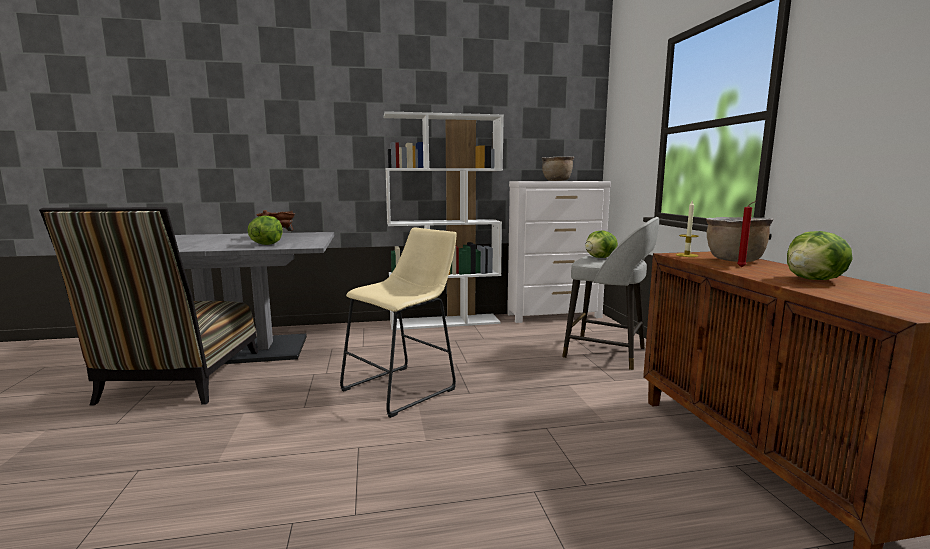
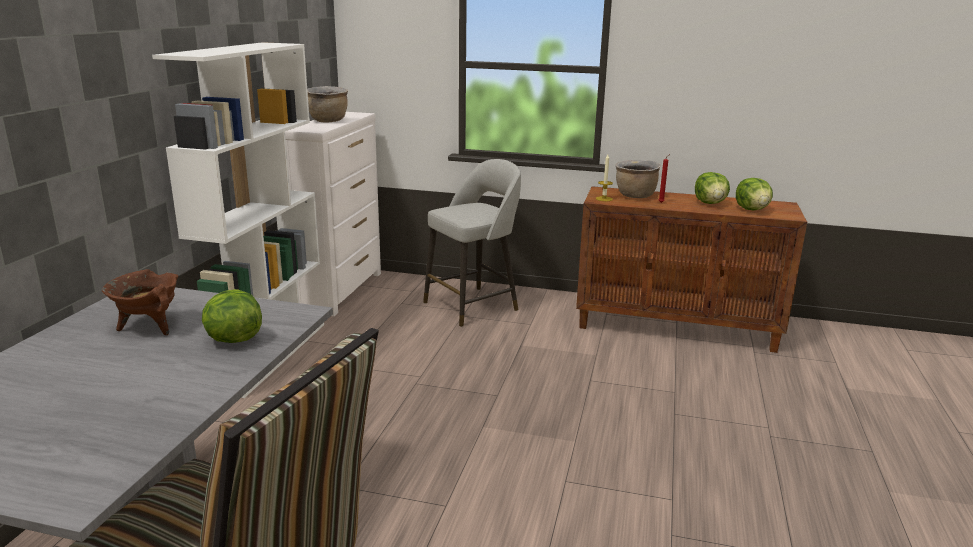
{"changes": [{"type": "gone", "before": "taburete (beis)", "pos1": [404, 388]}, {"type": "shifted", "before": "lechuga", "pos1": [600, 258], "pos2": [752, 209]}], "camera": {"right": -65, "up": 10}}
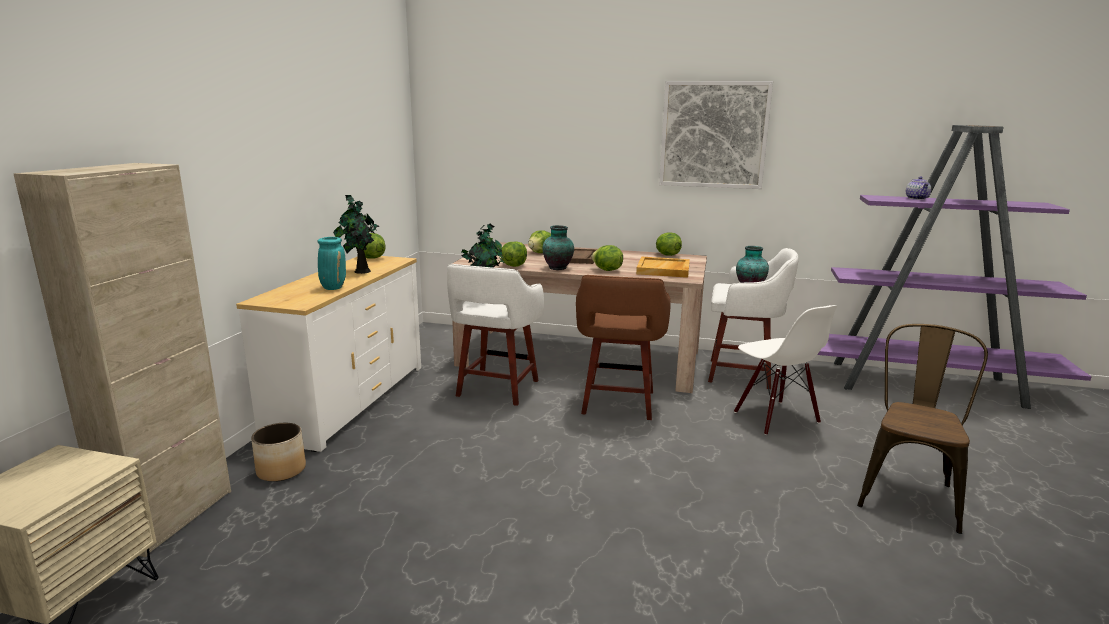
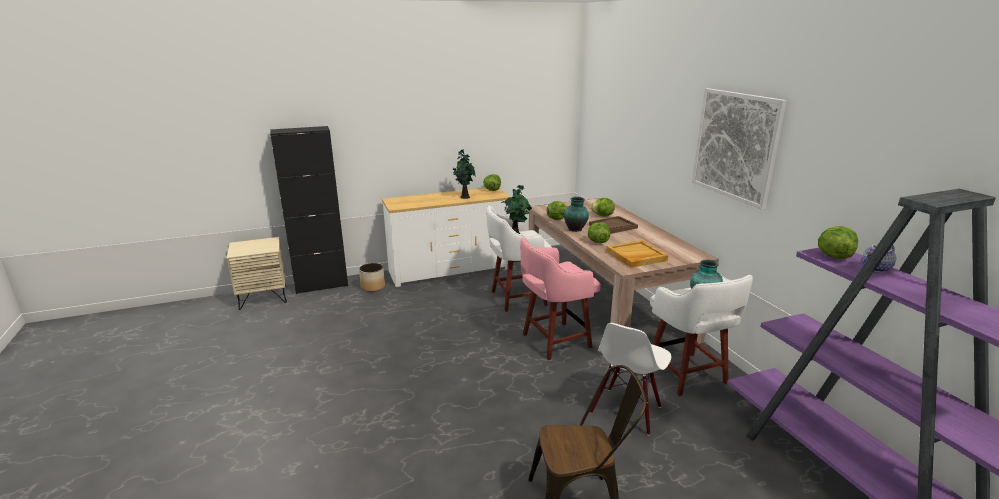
{"changes": [{"type": "repainted", "before": "armario (beis)", "after": "armario (negro)", "pos1": [171, 518], "pos2": [321, 285]}, {"type": "gone", "before": "florero (turquesa)", "pos1": [333, 287]}, {"type": "repainted", "before": "taburete (marrón)", "after": "taburete (rosa)", "pos1": [618, 404], "pos2": [554, 341]}, {"type": "shifted", "before": "lechuga", "pos1": [667, 255], "pos2": [833, 256]}], "camera": {"right": 55, "up": 5}}
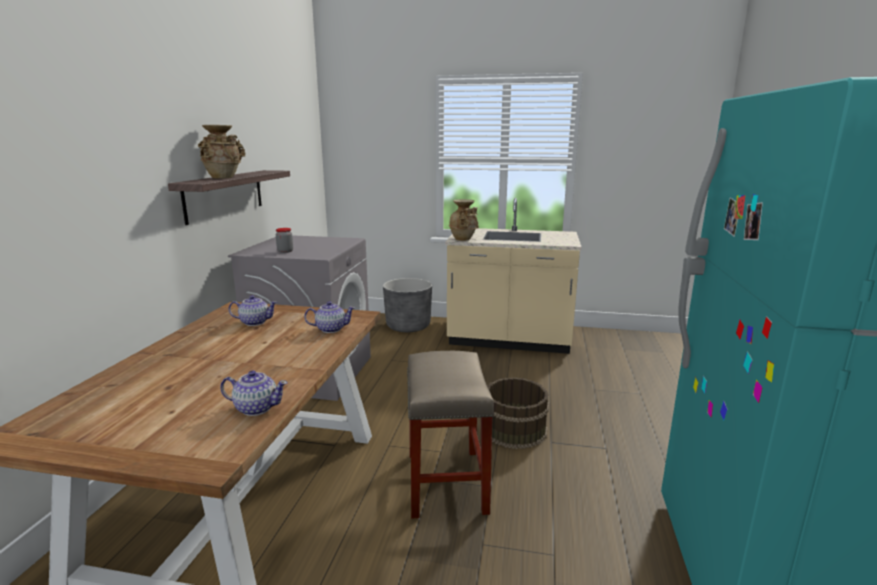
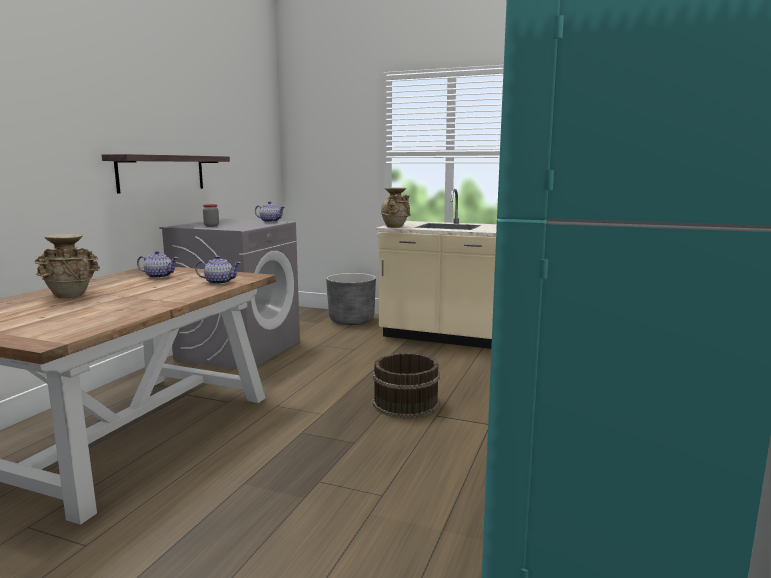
{"changes": [{"type": "shifted", "before": "florero (beis)", "pos1": [224, 177], "pos2": [71, 296]}, {"type": "shifted", "before": "tetera", "pos1": [256, 408], "pos2": [270, 221]}, {"type": "gone", "before": "taburete (beis)", "pos1": [447, 483]}], "camera": {"right": 10, "up": -5}}
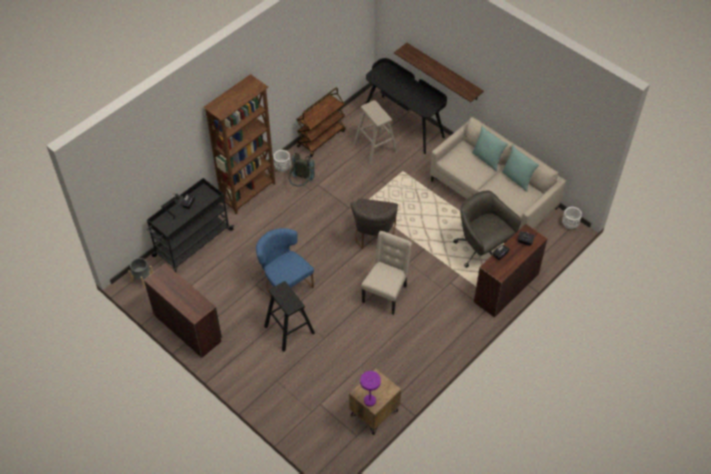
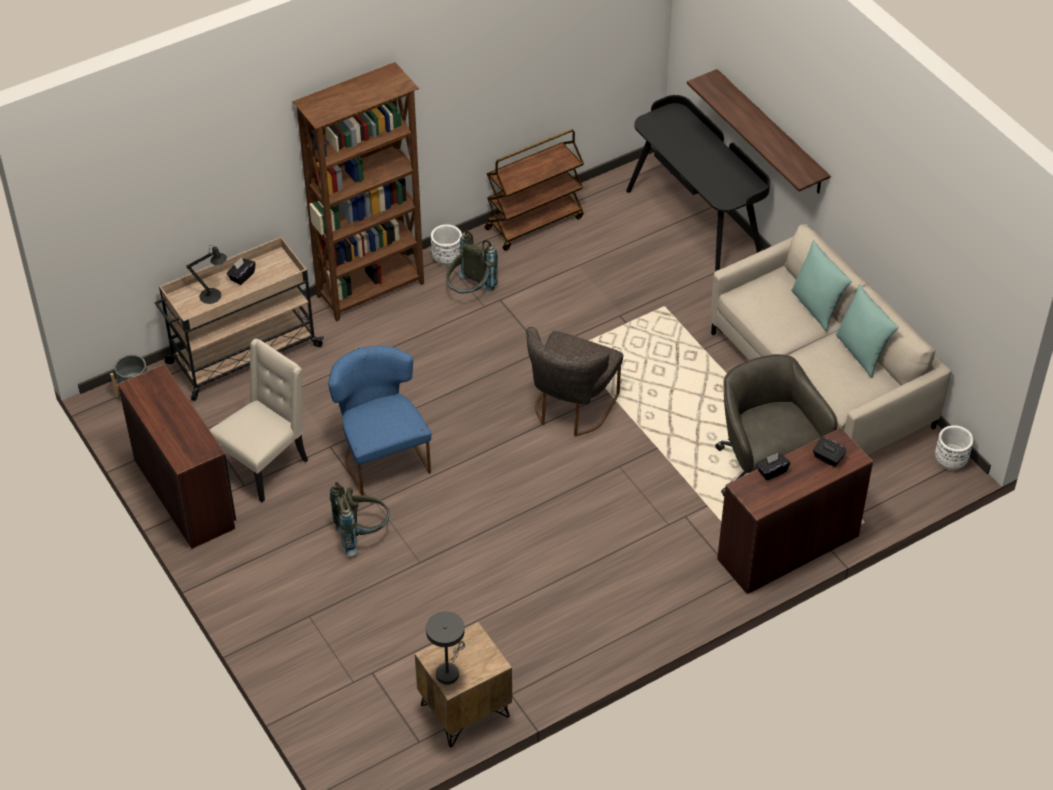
{"changes": [{"type": "repainted", "before": "carrito (negro)", "after": "carrito (beis)", "pos1": [192, 243], "pos2": [242, 355]}, {"type": "swapped", "before": "taburete (negro)", "after": "mochila (gris)", "pos1": [289, 329], "pos2": [362, 534]}, {"type": "gone", "before": "taburete (beis)", "pos1": [375, 147]}, {"type": "repainted", "before": "lámpara de mesa (morado)", "after": "lámpara de mesa (gris)", "pos1": [369, 398], "pos2": [448, 671]}, {"type": "shifted", "before": "silla (beis)", "pos1": [385, 294], "pos2": [265, 465]}], "camera": {"right": 15, "up": -5}}
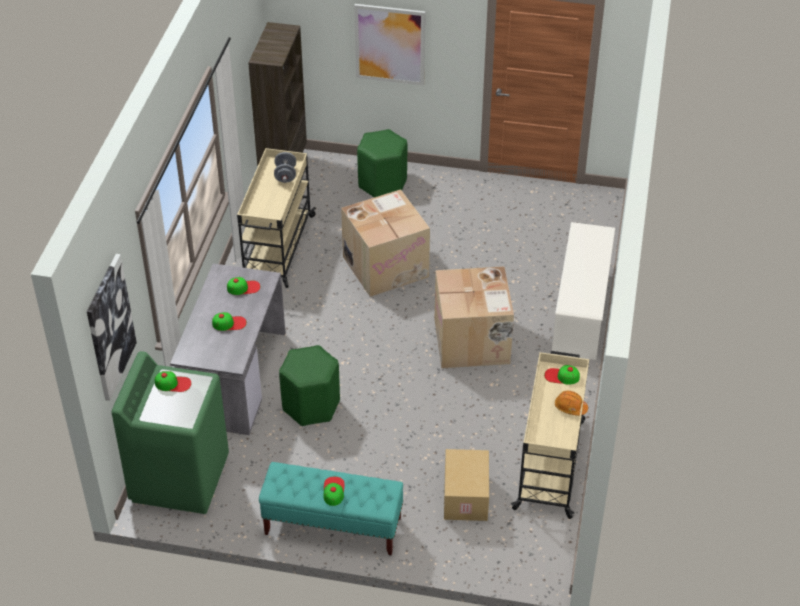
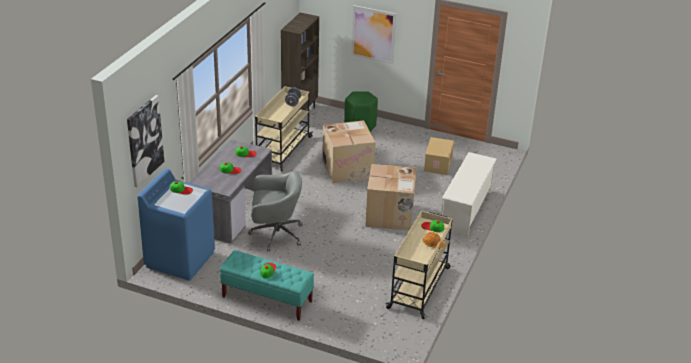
{"changes": [{"type": "repainted", "before": "lavadora (verde)", "after": "lavadora (azul)", "pos1": [180, 477], "pos2": [180, 259]}, {"type": "swapped", "before": "taburete (verde)", "after": "silla de oficina (gris)", "pos1": [311, 406], "pos2": [275, 234]}, {"type": "shifted", "before": "caja de cartón", "pos1": [464, 496], "pos2": [437, 164]}], "camera": {"right": 10, "up": -10}}
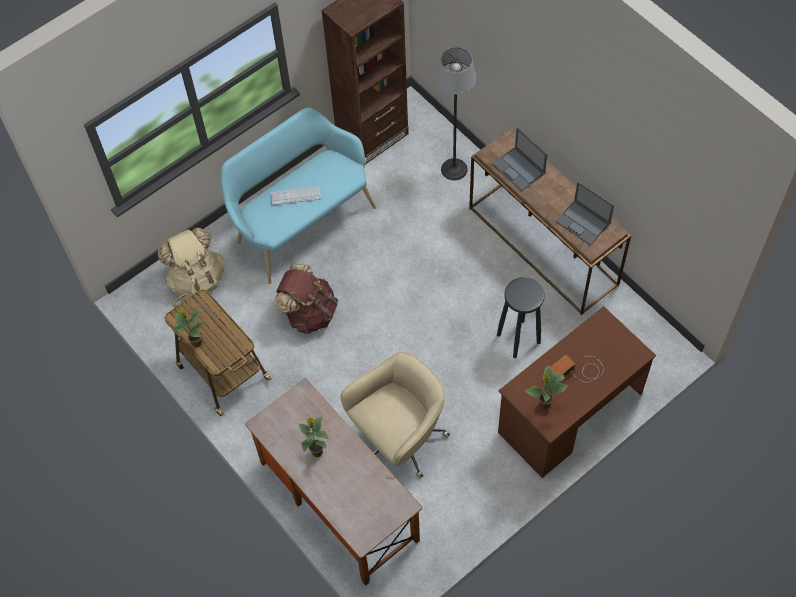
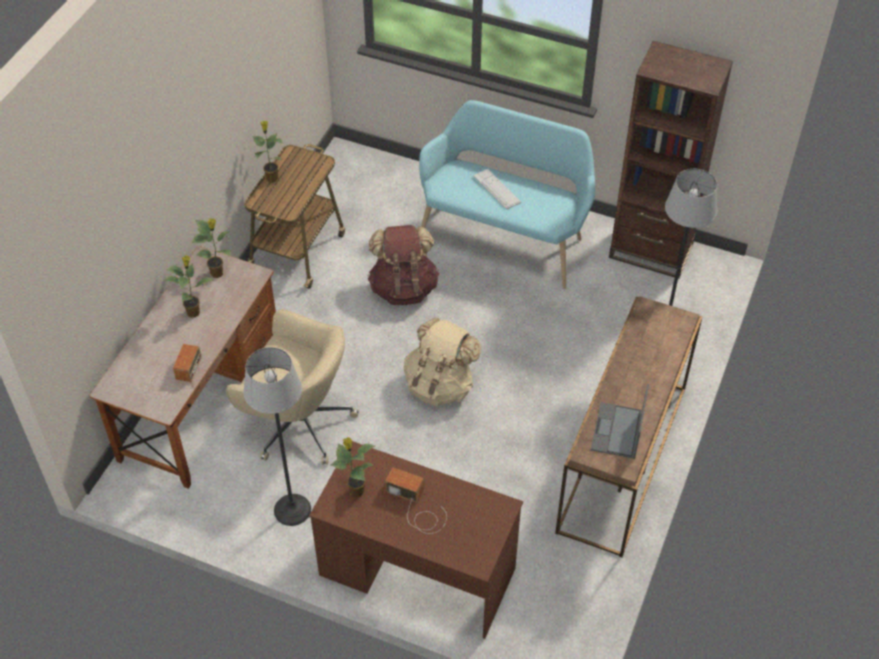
{"changes": [{"type": "shifted", "before": "mochila (beis)", "pos1": [197, 278], "pos2": [440, 385]}, {"type": "gone", "before": "portátil", "pos1": [519, 169]}, {"type": "gone", "before": "taburete (negro)", "pos1": [519, 338]}, {"type": "new", "after": "radio", "pos2": [171, 380]}, {"type": "new", "after": "planta en maceta", "pos2": [218, 273]}, {"type": "new", "after": "lámpara de pie", "pos2": [292, 509]}], "camera": {"right": 60, "up": -10}}
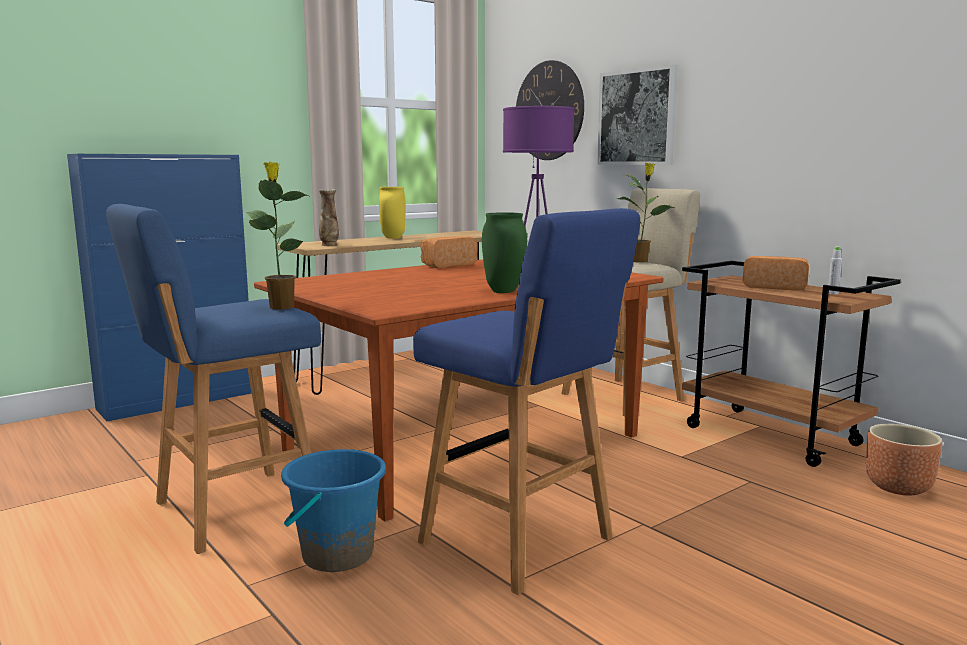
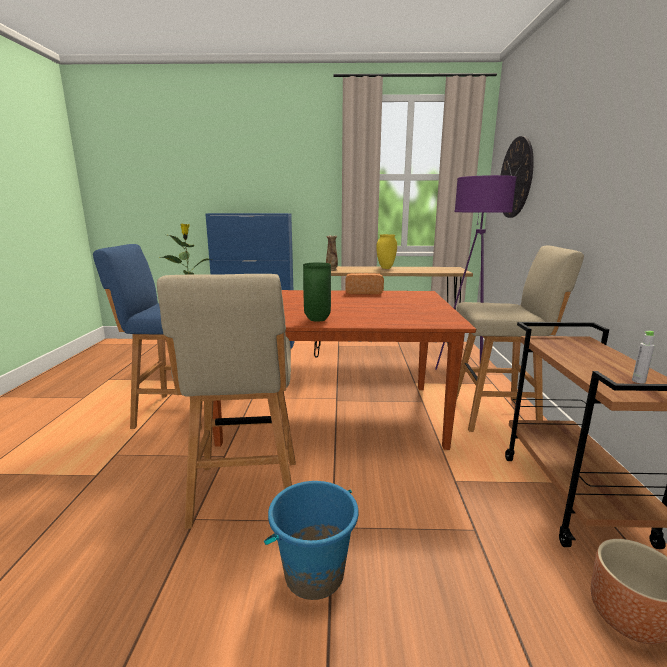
{"changes": [{"type": "shifted", "before": "cubo (azul)", "pos1": [337, 555], "pos2": [314, 574]}, {"type": "repainted", "before": "taburete (azul)", "after": "taburete (beis)", "pos1": [521, 543], "pos2": [245, 495]}, {"type": "gone", "before": "cuadro", "pos1": [637, 117]}, {"type": "gone", "before": "planta en maceta", "pos1": [640, 261]}, {"type": "gone", "before": "pan", "pos1": [775, 287]}], "camera": {"right": 40, "up": 5}}
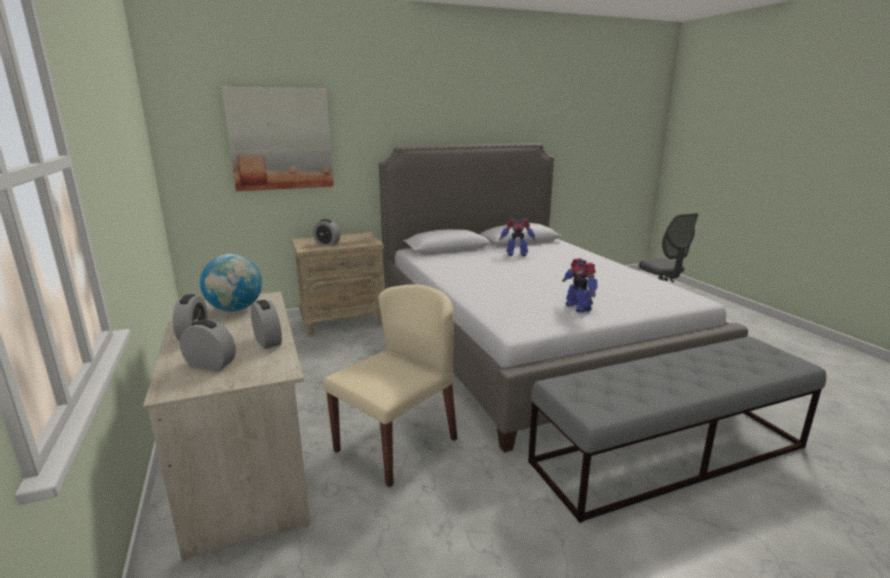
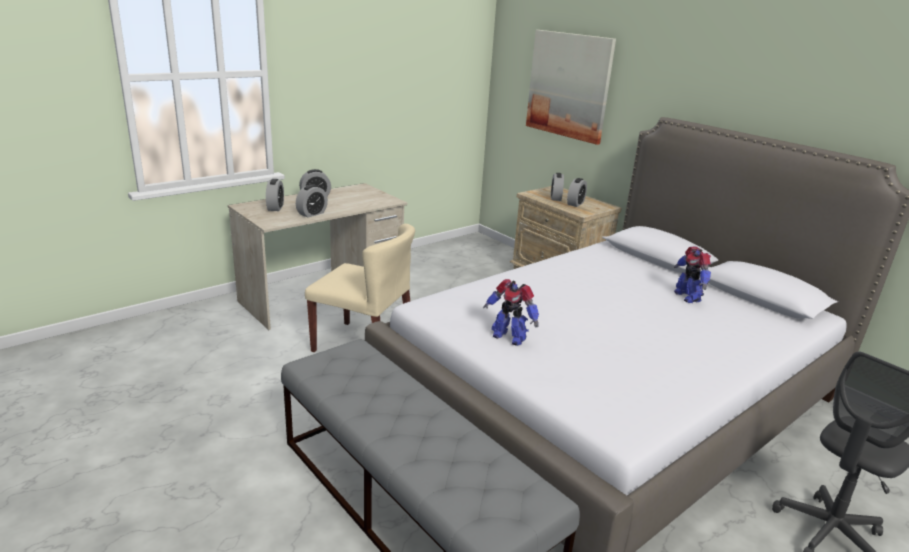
{"changes": [{"type": "gone", "before": "globo terráqueo", "pos1": [235, 309]}, {"type": "rotated", "before": "robot de juguete", "pos1": [578, 307], "pos2": [509, 337], "turn": -105}, {"type": "new", "after": "despertador", "pos2": [575, 203]}], "camera": {"right": 70, "up": 5}}
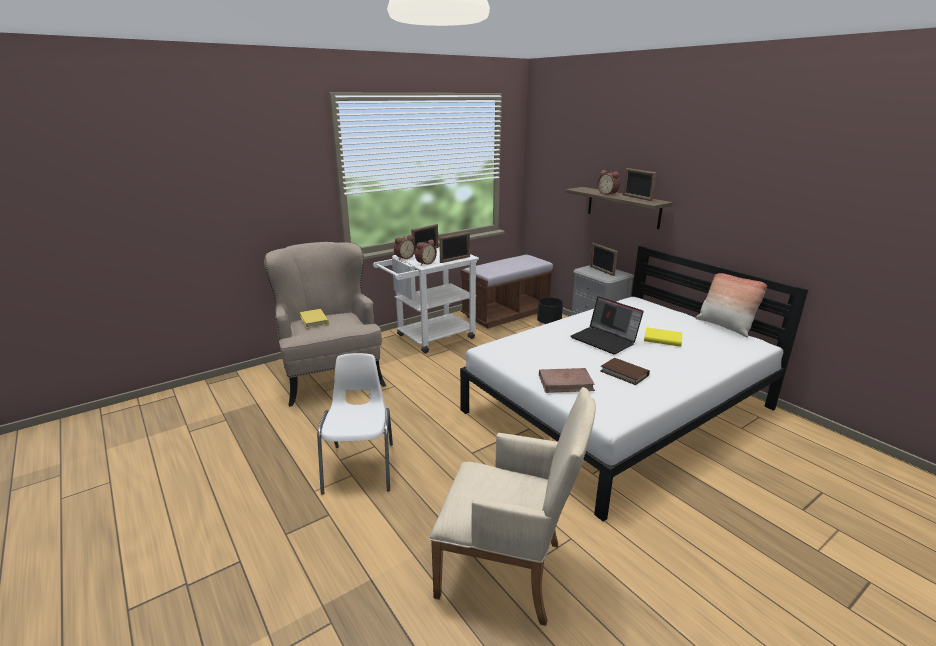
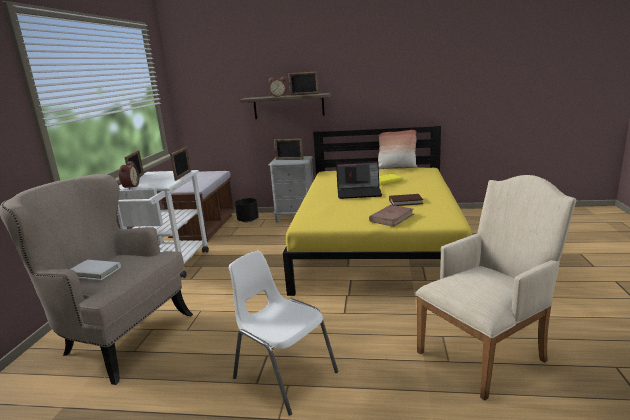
{"changes": [{"type": "repainted", "before": "libro (amarillo)", "after": "libro (blanco)", "pos1": [314, 320], "pos2": [95, 272]}, {"type": "gone", "before": "despertador", "pos1": [425, 263]}, {"type": "repainted", "before": "cama (blanco)", "after": "cama (amarillo)", "pos1": [618, 410], "pos2": [377, 244]}], "camera": {"right": -45, "up": -5}}
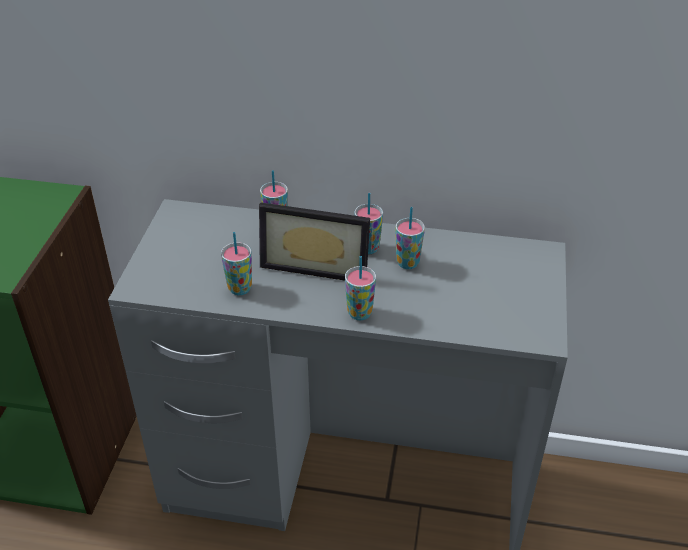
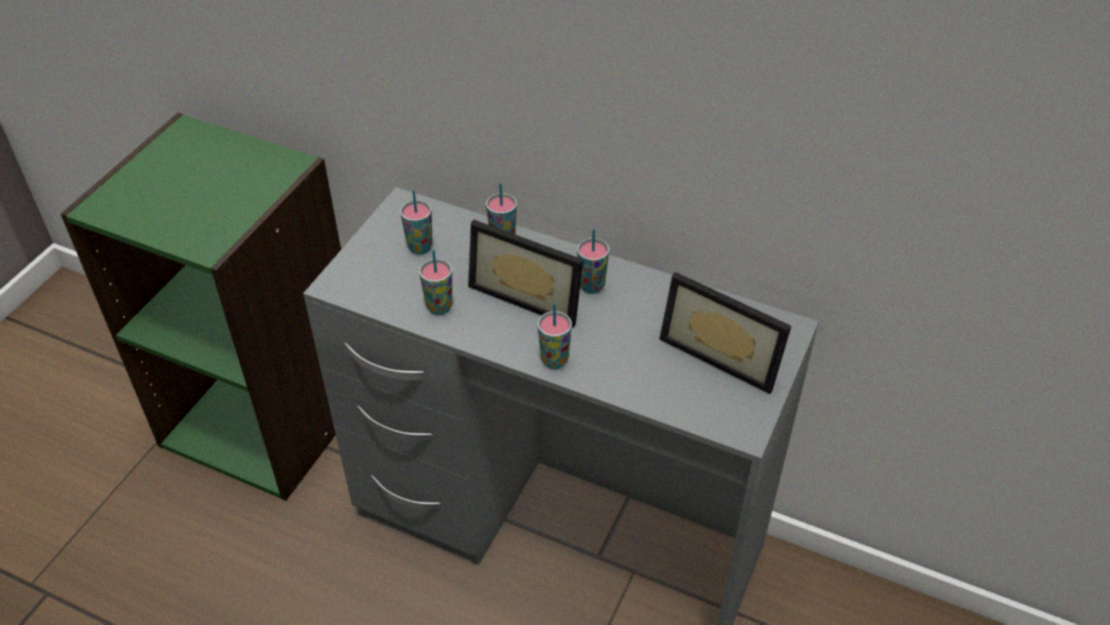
{"changes": [{"type": "shifted", "before": "taza", "pos1": [407, 263], "pos2": [420, 247]}, {"type": "new", "after": "portarretratos", "pos2": [724, 352]}], "camera": {"right": 15, "up": 5}}
